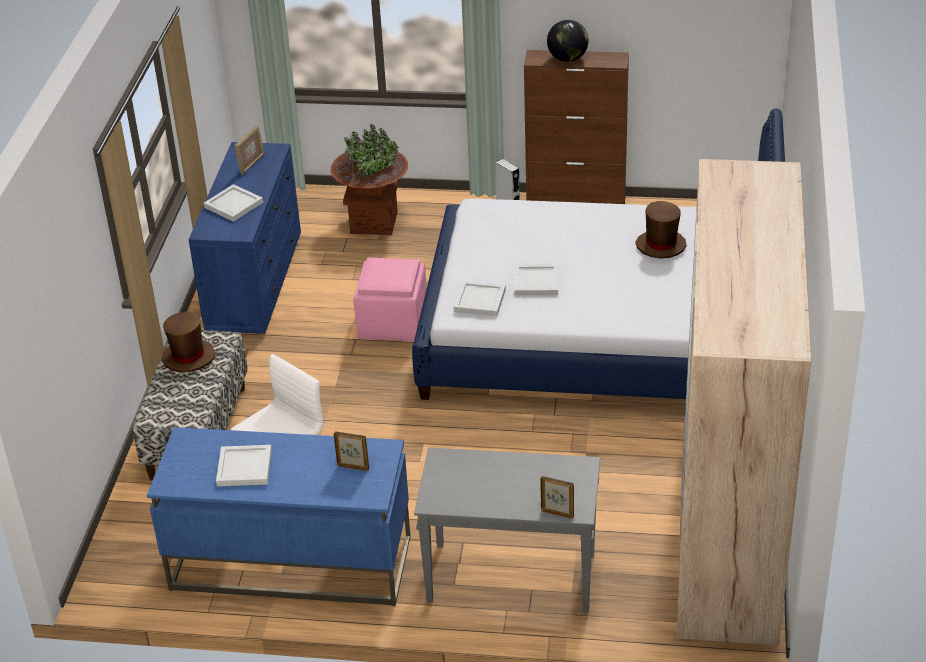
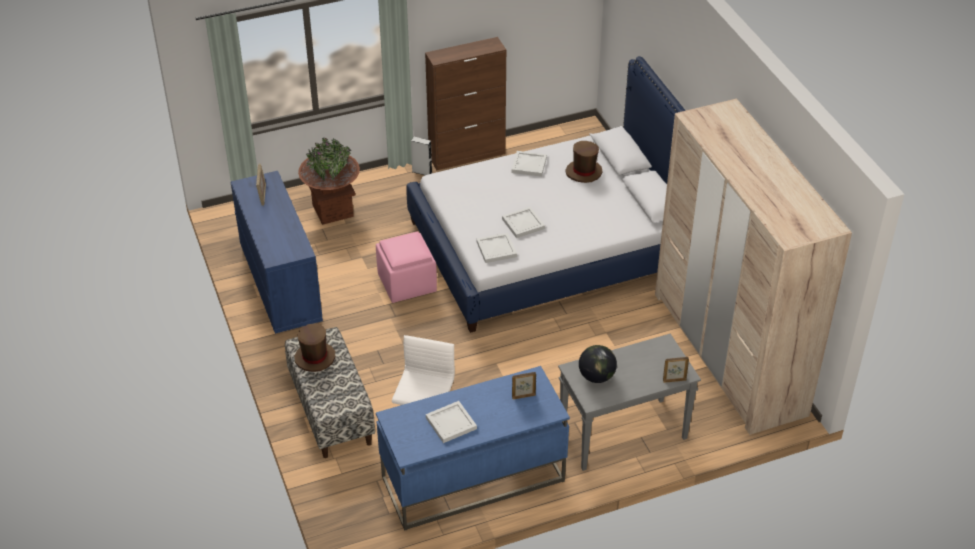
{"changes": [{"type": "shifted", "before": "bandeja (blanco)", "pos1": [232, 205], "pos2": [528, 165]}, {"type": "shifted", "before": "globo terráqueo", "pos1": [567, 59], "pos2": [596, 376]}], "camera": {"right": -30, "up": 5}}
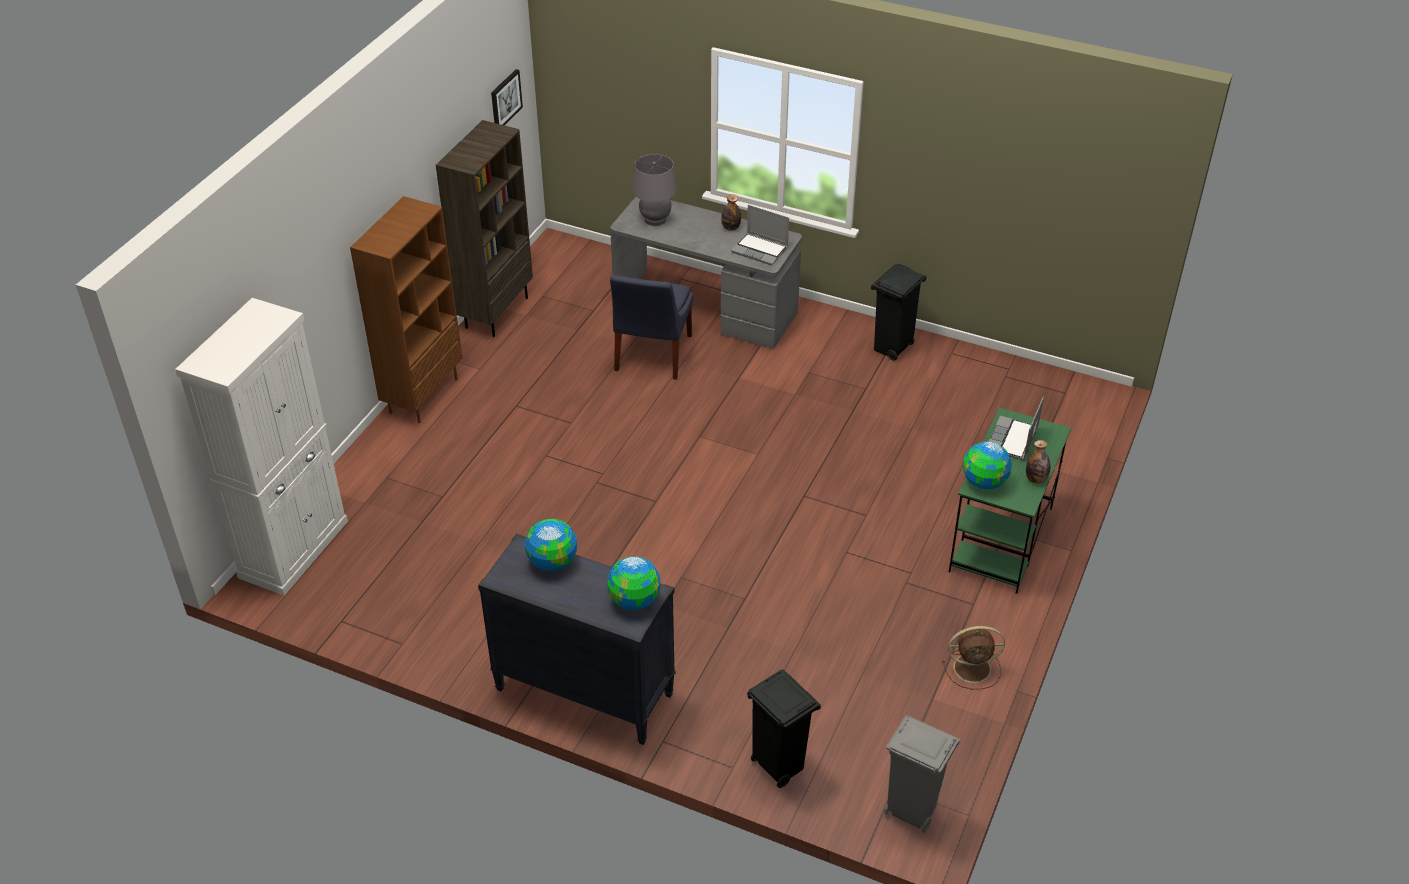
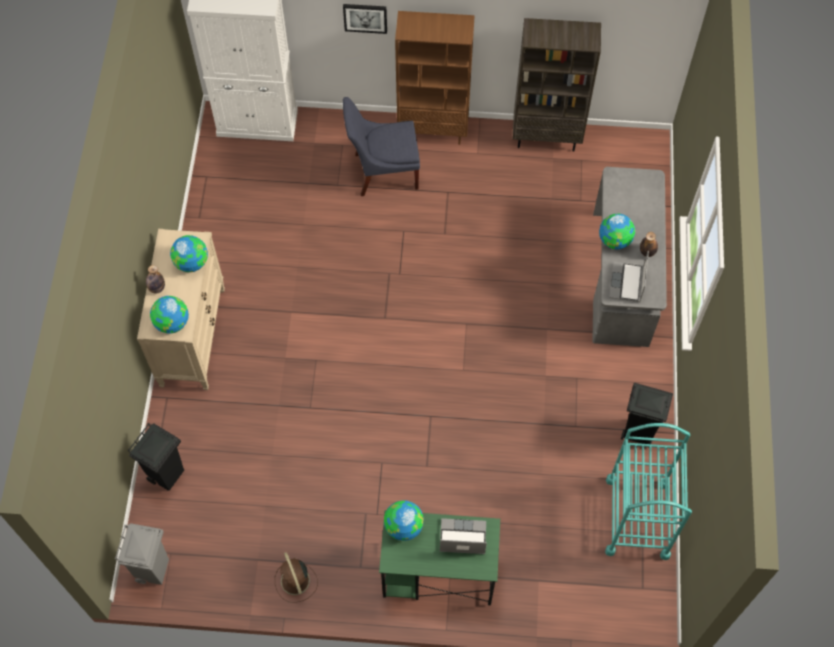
{"changes": [{"type": "repainted", "before": "cómoda (negro)", "after": "cómoda (beis)", "pos1": [583, 692], "pos2": [192, 336]}, {"type": "shifted", "before": "cuadro", "pos1": [505, 99], "pos2": [365, 17]}, {"type": "shifted", "before": "silla (azul)", "pos1": [652, 355], "pos2": [382, 171]}, {"type": "gone", "before": "lámpara de mesa (gris)", "pos1": [655, 219]}, {"type": "shifted", "before": "botella", "pos1": [1036, 479], "pos2": [157, 288]}, {"type": "new", "after": "globo terráqueo", "pos2": [615, 240]}, {"type": "new", "after": "carrito (turquesa)", "pos2": [637, 517]}], "camera": {"right": 70, "up": 20}}
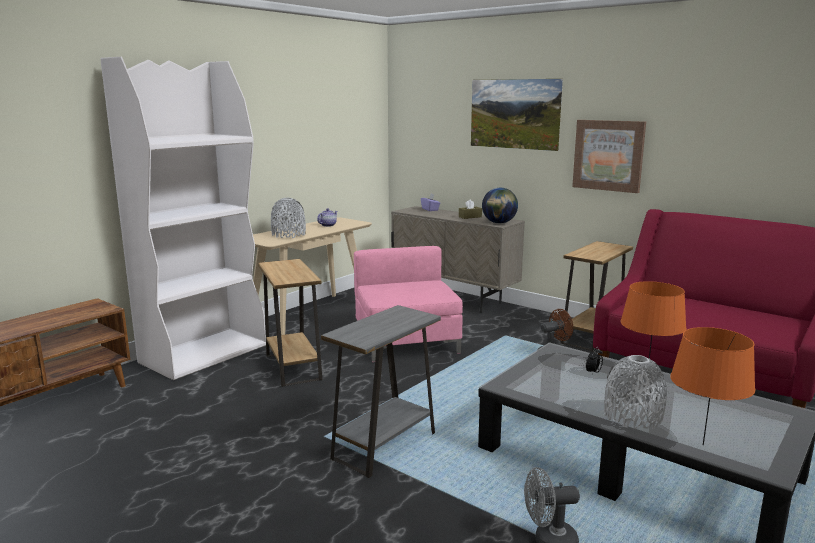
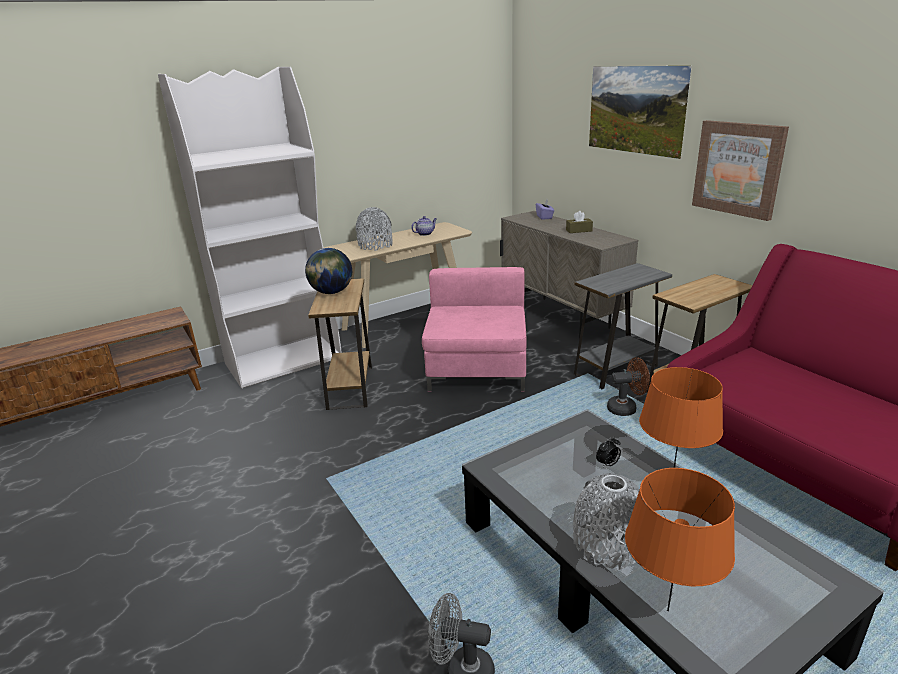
{"changes": [{"type": "shifted", "before": "mesa auxiliar (gris)", "pos1": [384, 446], "pos2": [615, 370]}, {"type": "shifted", "before": "globo terráqueo", "pos1": [499, 223], "pos2": [331, 292]}], "camera": {"right": 20, "up": 10}}
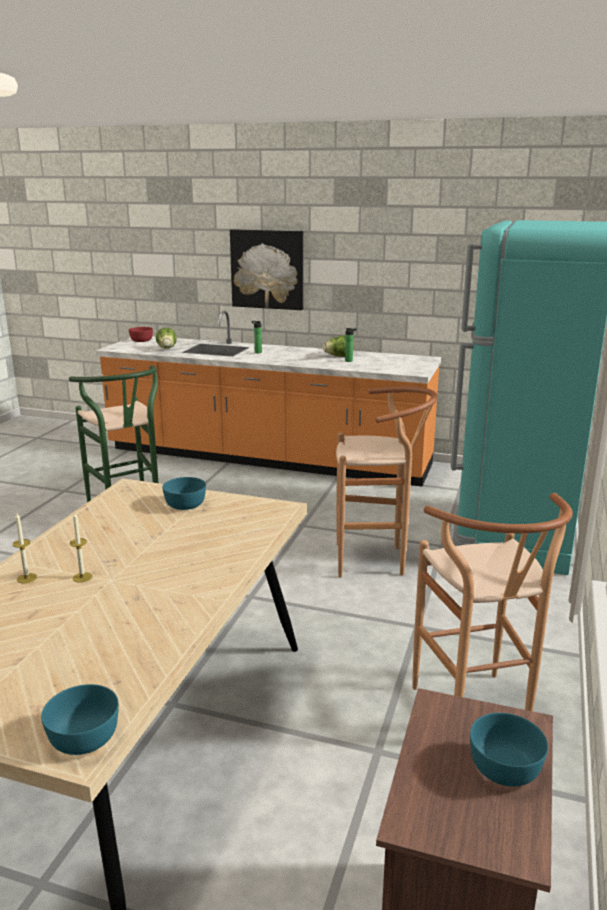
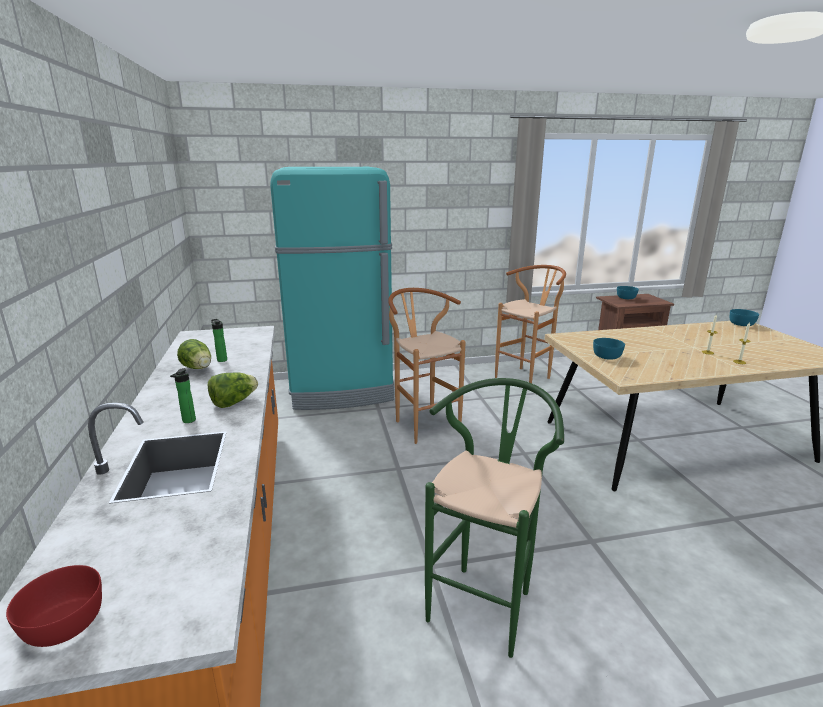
{"changes": [{"type": "shifted", "before": "lechuga", "pos1": [167, 349], "pos2": [233, 402]}, {"type": "gone", "before": "cuadro", "pos1": [267, 269]}], "camera": {"right": -120, "up": 0}}
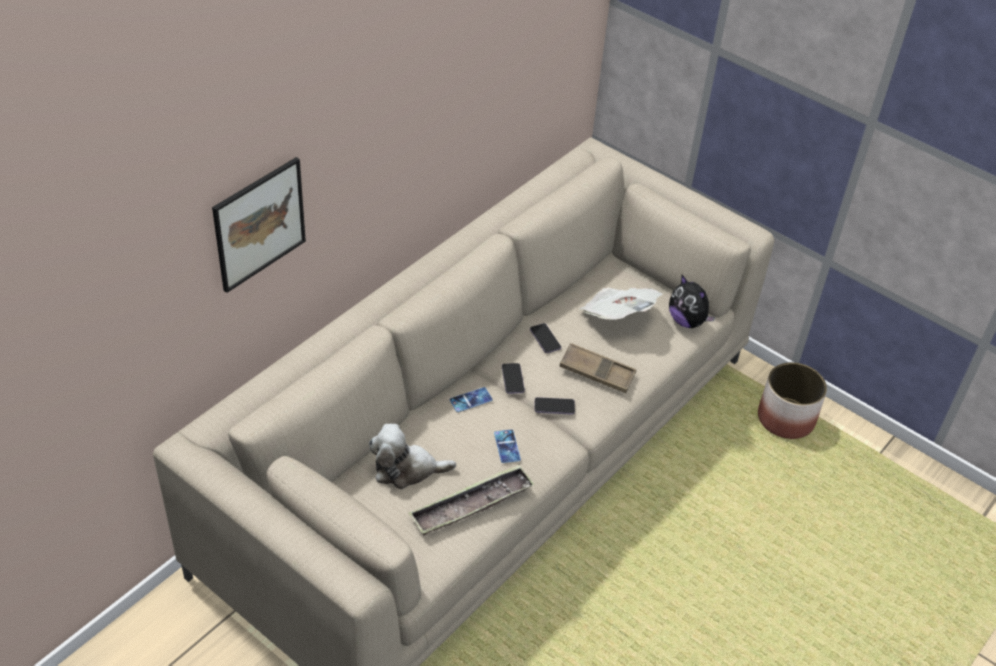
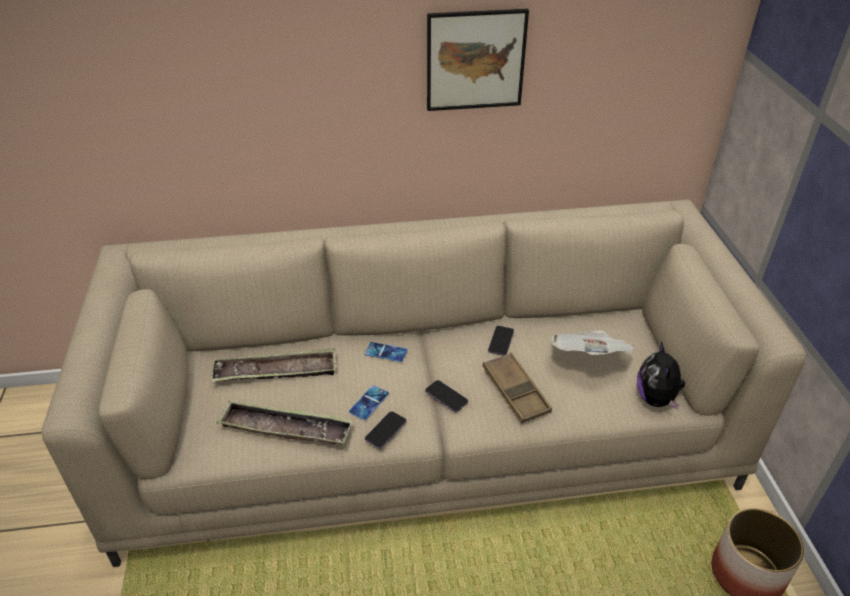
{"changes": [{"type": "shifted", "before": "cuadro", "pos1": [259, 224], "pos2": [475, 60]}, {"type": "swapped", "before": "peluche", "after": "bandeja", "pos1": [406, 469], "pos2": [276, 372]}, {"type": "shifted", "before": "móvil", "pos1": [513, 379], "pos2": [385, 431]}], "camera": {"right": 45, "up": -5}}
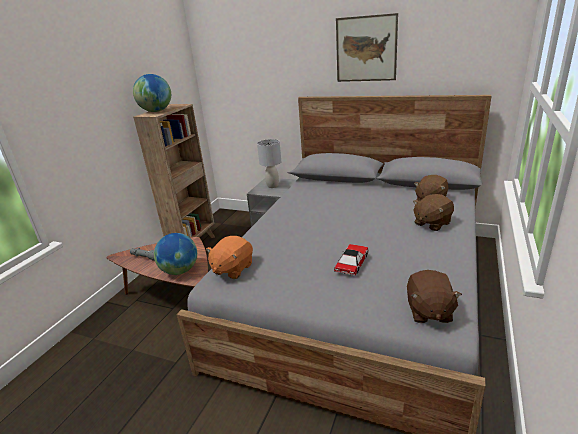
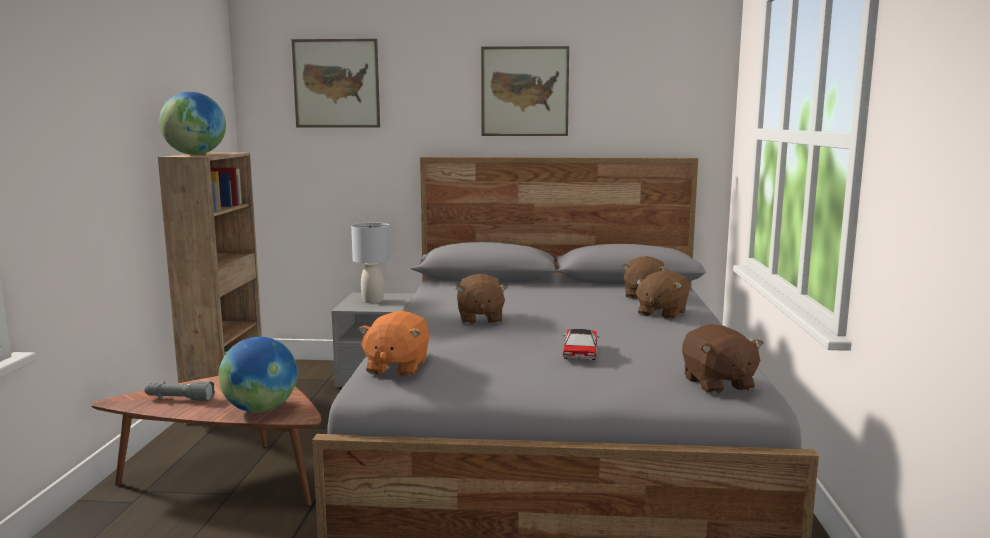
{"changes": [{"type": "new", "after": "cuadro", "pos2": [336, 83]}, {"type": "new", "after": "peluche (marrón)", "pos2": [480, 319]}], "camera": {"right": -20, "up": -15}}
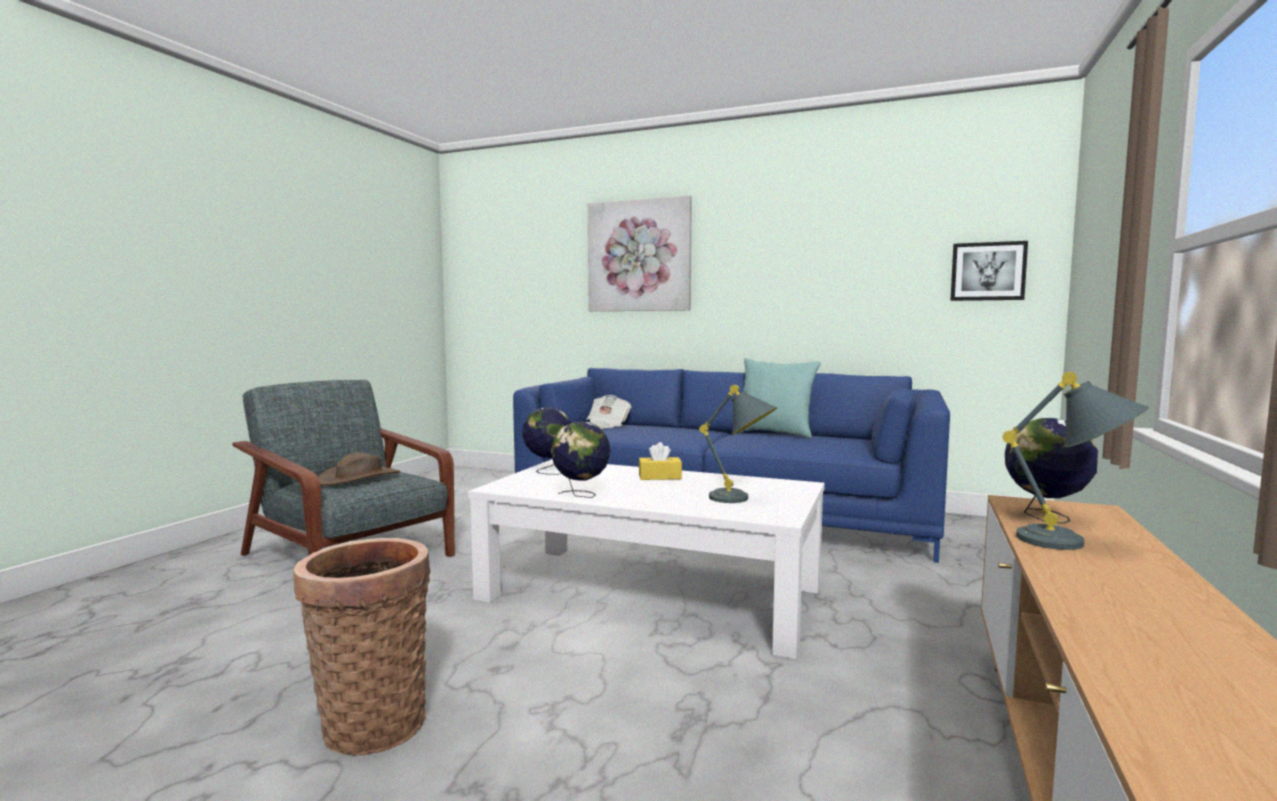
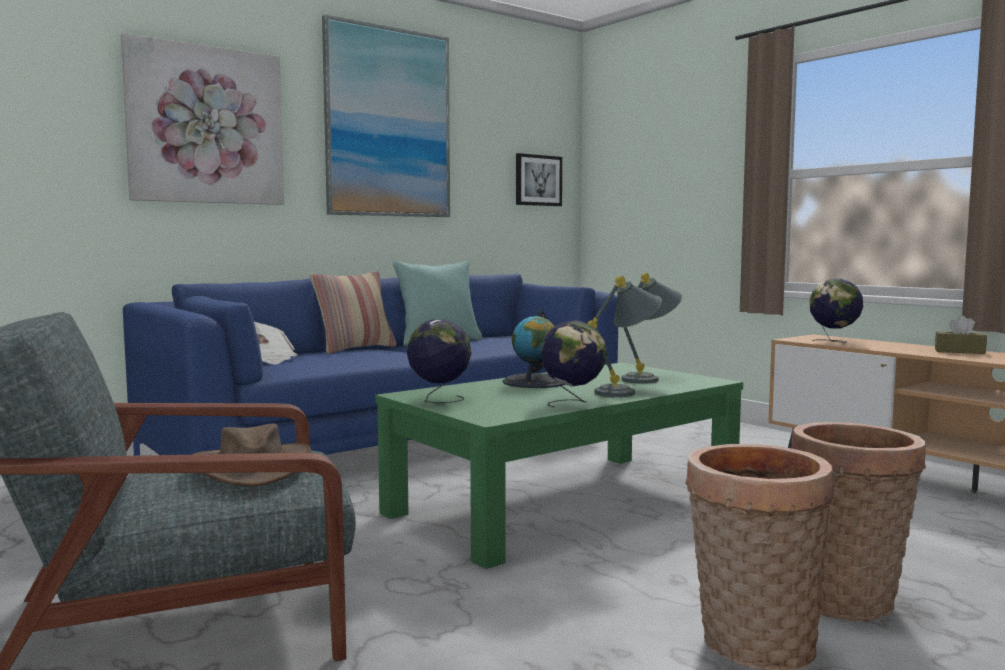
{"changes": [{"type": "repainted", "before": "mesa de centro (blanco)", "after": "mesa de centro (verde)", "pos1": [651, 593], "pos2": [567, 501]}, {"type": "swapped", "before": "caja de pañuelos (amarillo)", "after": "globo terráqueo", "pos1": [660, 477], "pos2": [535, 382]}, {"type": "shifted", "before": "lámpara de mesa (gris)", "pos1": [1075, 544], "pos2": [627, 392]}, {"type": "new", "after": "cojín", "pos2": [355, 349]}, {"type": "new", "after": "cuadro", "pos2": [388, 123]}, {"type": "new", "after": "cesta", "pos2": [848, 599]}, {"type": "new", "after": "caja de pañuelos (marrón)", "pos2": [959, 351]}], "camera": {"right": -60, "up": 0}}
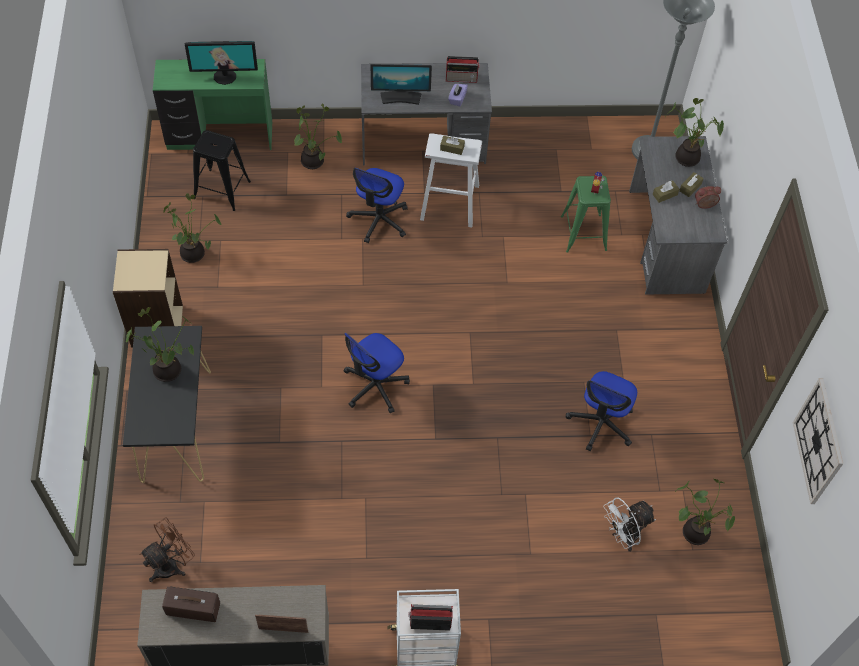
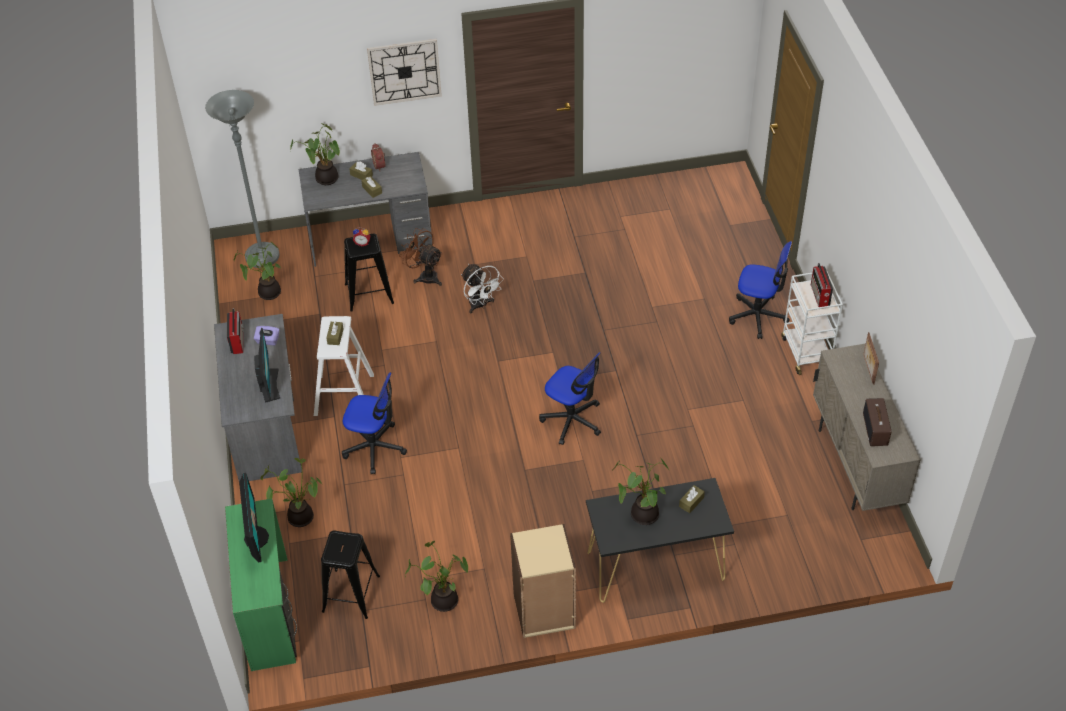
{"changes": [{"type": "shifted", "before": "ventilador (marrón)", "pos1": [172, 564], "pos2": [425, 276]}, {"type": "repainted", "before": "taburete (verde)", "after": "taburete (negro)", "pos1": [583, 233], "pos2": [369, 294]}, {"type": "shifted", "before": "silla de oficina", "pos1": [601, 423], "pos2": [758, 316]}, {"type": "shifted", "before": "ventilador (blanco)", "pos1": [623, 535], "pos2": [480, 305]}, {"type": "shifted", "before": "planta en maceta", "pos1": [695, 530], "pos2": [267, 293]}, {"type": "shifted", "before": "reloj de pared", "pos1": [818, 442], "pos2": [404, 71]}, {"type": "new", "after": "caja de pañuelos (marrón)", "pos2": [691, 502]}], "camera": {"right": -95, "up": -10}}
